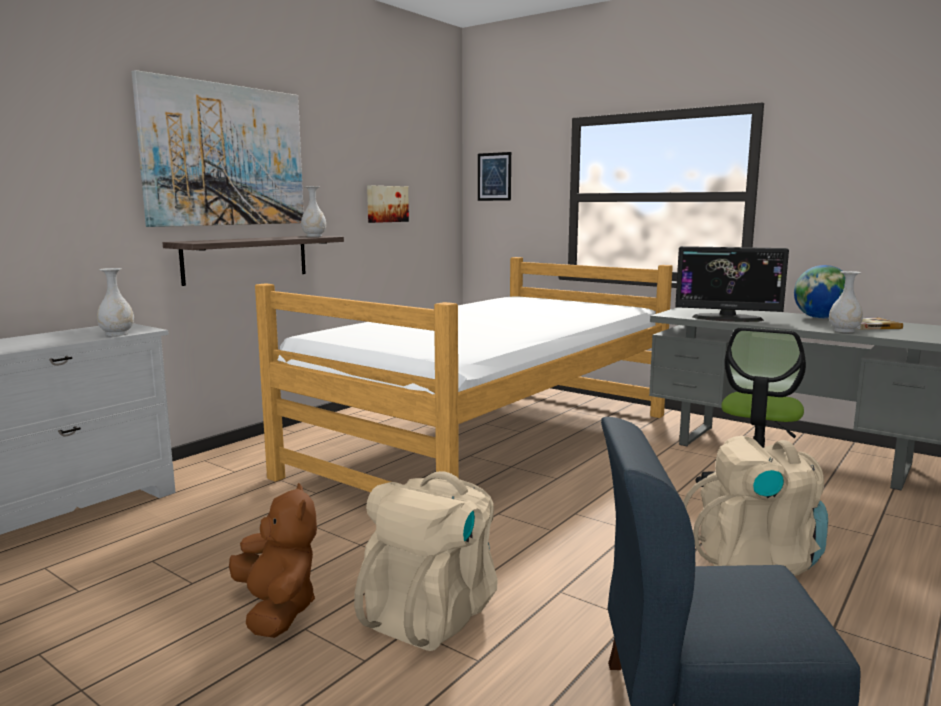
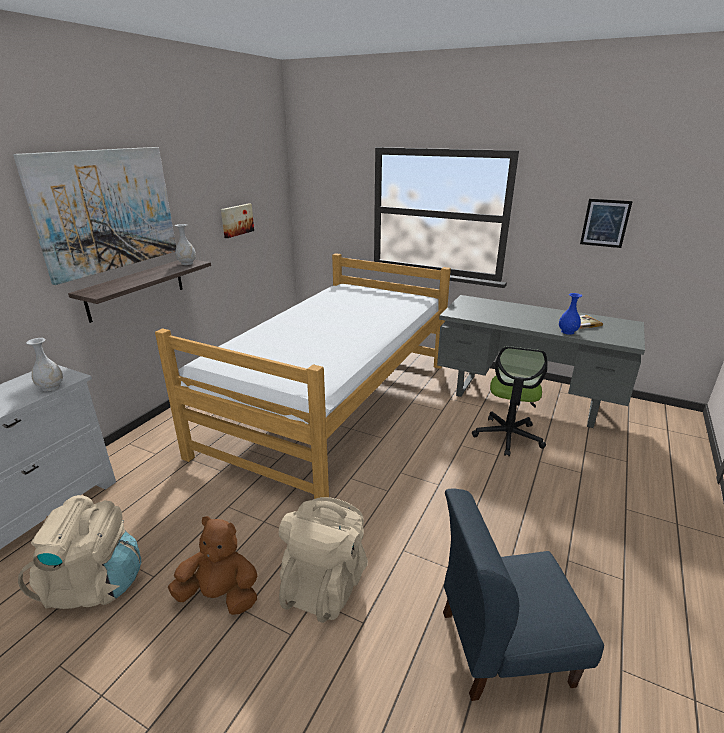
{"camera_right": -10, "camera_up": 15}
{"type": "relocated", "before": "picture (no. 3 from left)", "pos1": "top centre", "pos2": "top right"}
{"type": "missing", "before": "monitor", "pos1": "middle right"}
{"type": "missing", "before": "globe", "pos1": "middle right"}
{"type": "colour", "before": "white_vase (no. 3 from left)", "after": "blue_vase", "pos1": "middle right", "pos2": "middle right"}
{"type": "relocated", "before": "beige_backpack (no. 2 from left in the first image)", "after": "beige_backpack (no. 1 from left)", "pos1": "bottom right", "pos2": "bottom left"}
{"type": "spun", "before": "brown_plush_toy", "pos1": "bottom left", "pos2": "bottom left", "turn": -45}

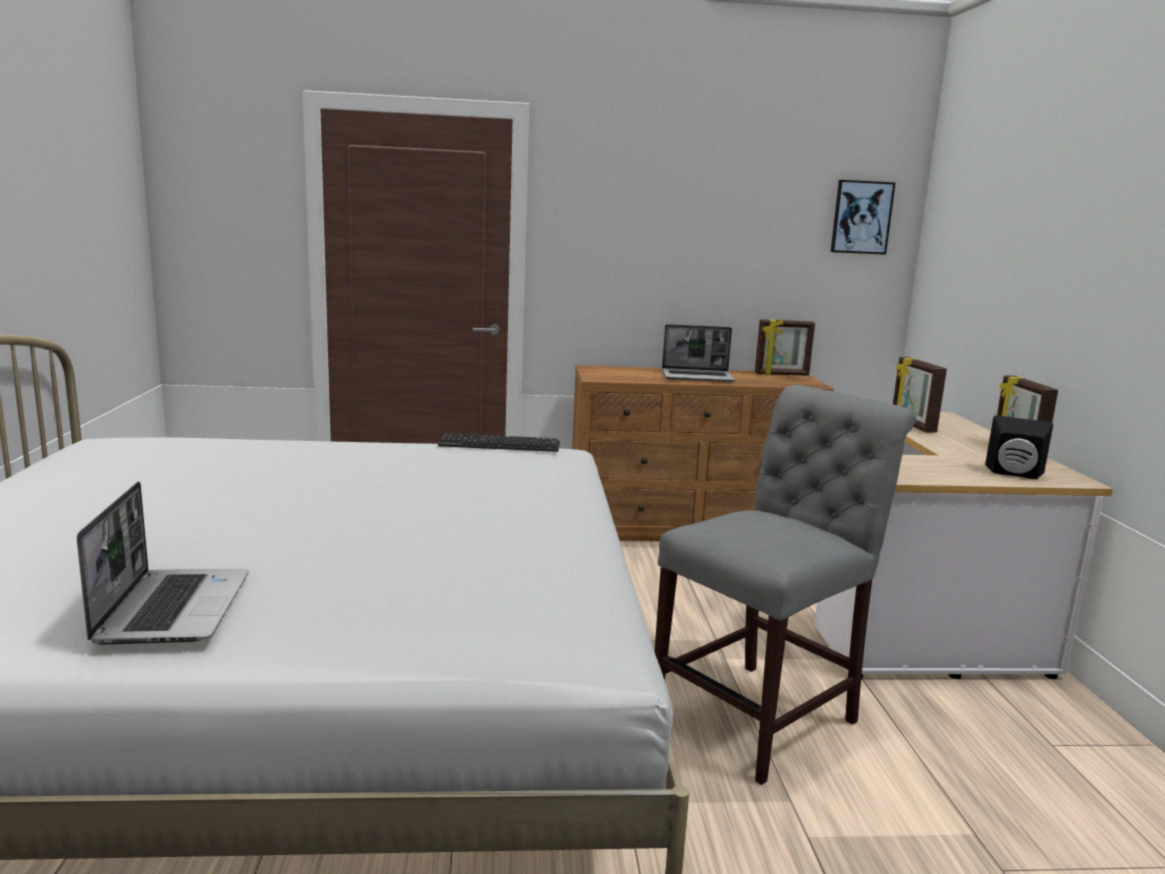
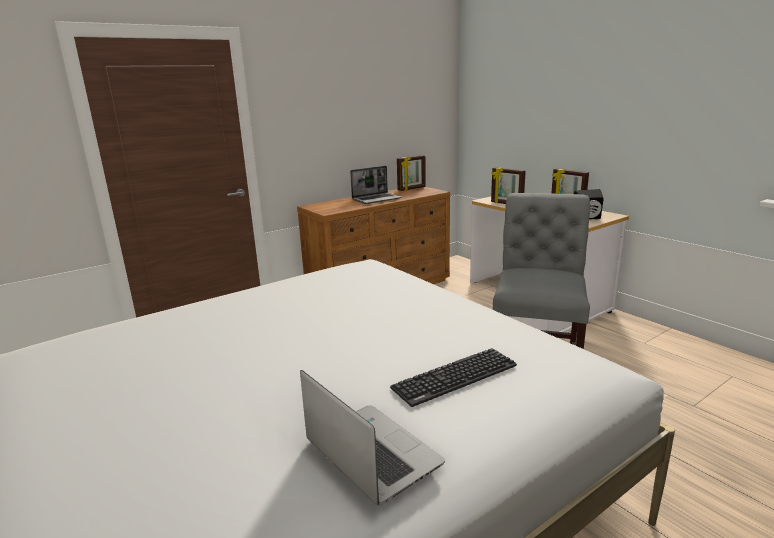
{"camera_right": -30, "camera_up": 5}
{"type": "missing", "before": "picture", "pos1": "top right"}
{"type": "relocated", "before": "keyboard", "pos1": "centre", "pos2": "bottom centre"}

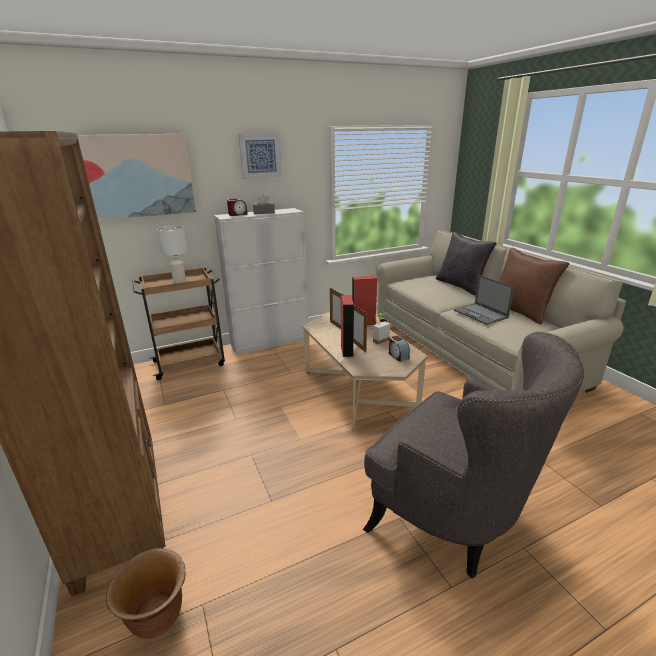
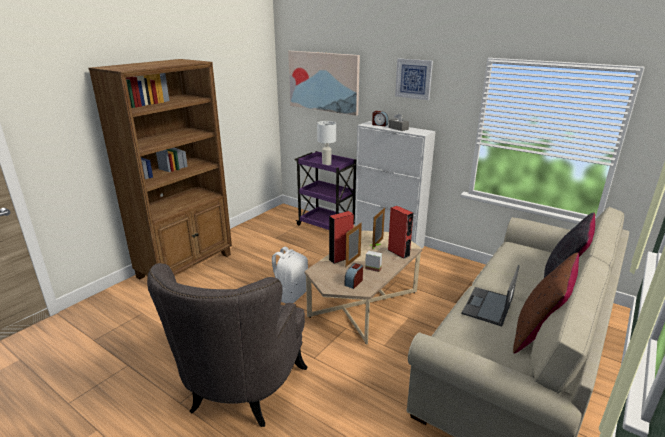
{"camera_right": 60, "camera_up": 0}
{"type": "colour", "before": "brown_cart", "after": "purple_cart", "pos1": "middle left", "pos2": "centre"}
{"type": "missing", "before": "brown_planter", "pos1": "bottom left"}
{"type": "appeared", "after": "white_backpack", "pos2": "centre"}

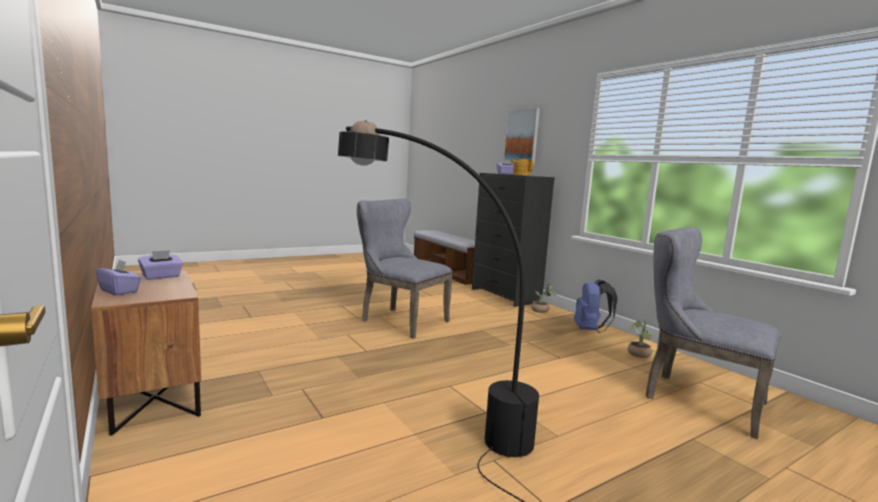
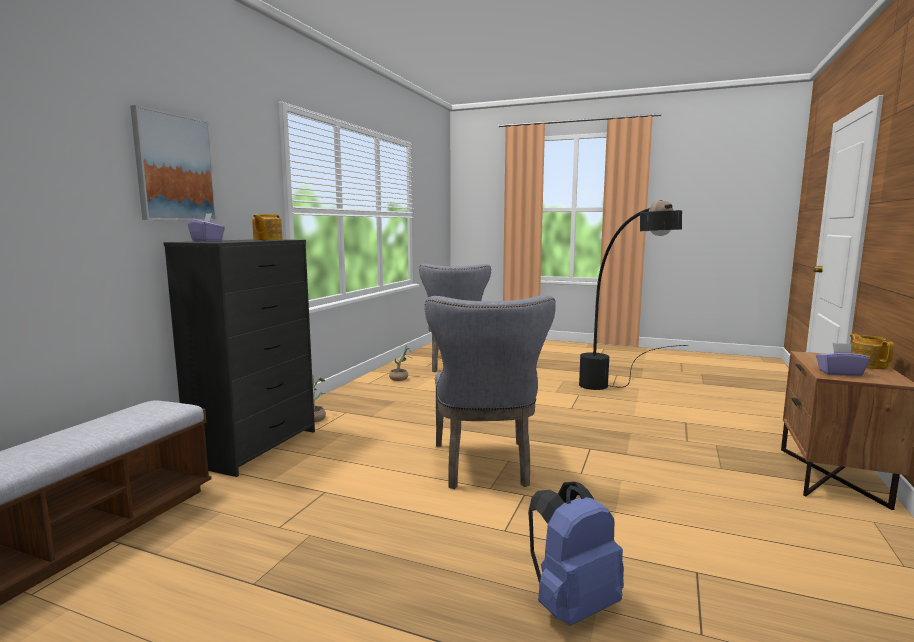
{"camera_right": -125, "camera_up": 0}
{"type": "exchanged", "before": "purple_tissue_box (no. 1 from left)", "after": "teapot (no. 2 from left)", "pos1": "middle left", "pos2": "middle right"}
{"type": "relocated", "before": "blue_backpack", "pos1": "middle right", "pos2": "bottom centre"}

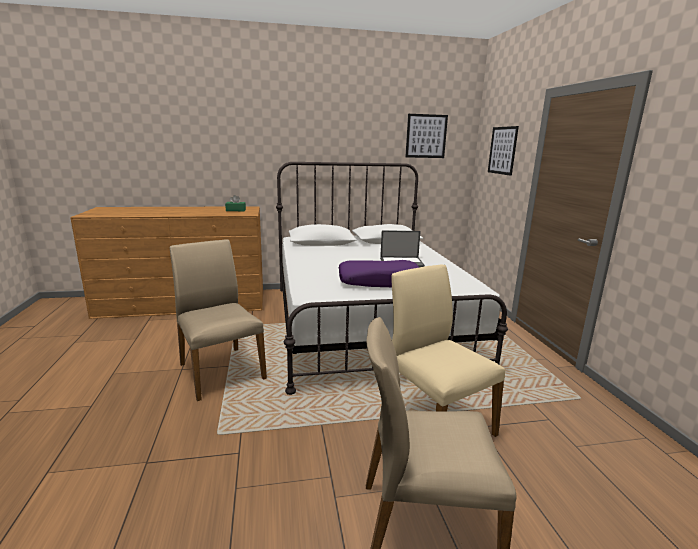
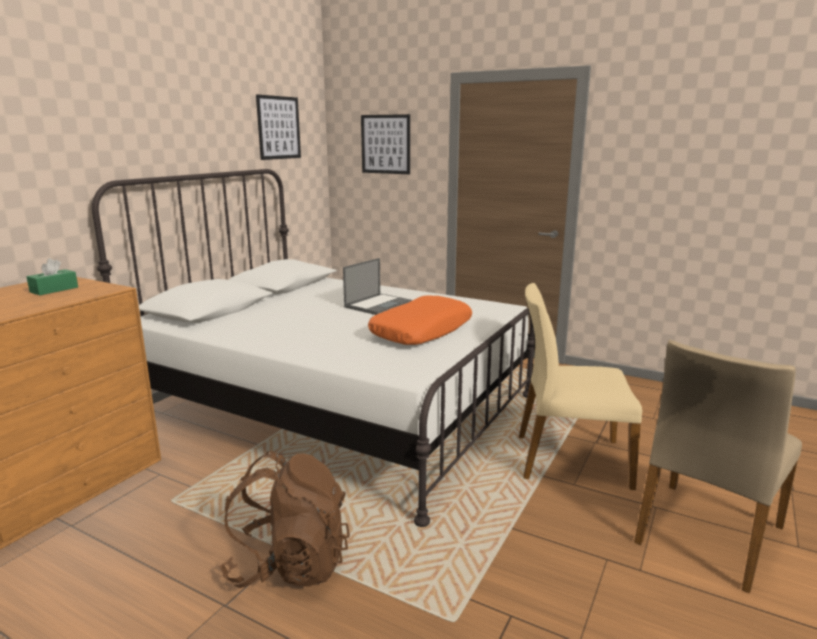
{"camera_right": -50, "camera_up": 0}
{"type": "exchanged", "before": "beige_chair (no. 1 from left)", "after": "brown_backpack", "pos1": "middle left", "pos2": "bottom centre"}
{"type": "colour", "before": "purple_pillow", "after": "orange_pillow", "pos1": "centre", "pos2": "centre"}

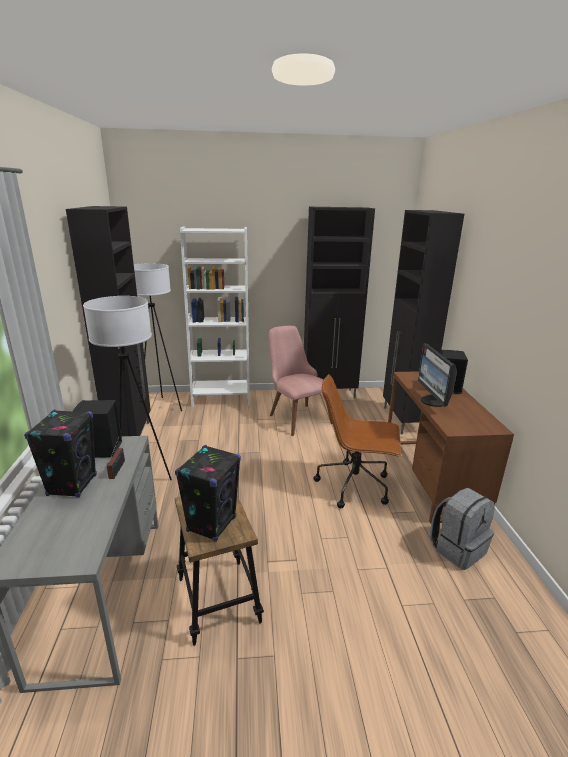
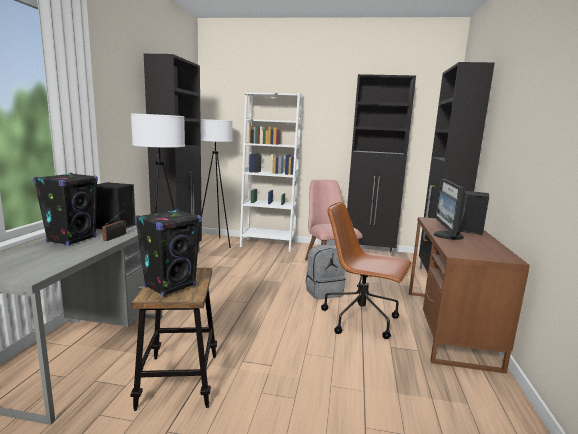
{"camera_right": 15, "camera_up": -10}
{"type": "relocated", "before": "grey_backpack", "pos1": "bottom right", "pos2": "centre"}

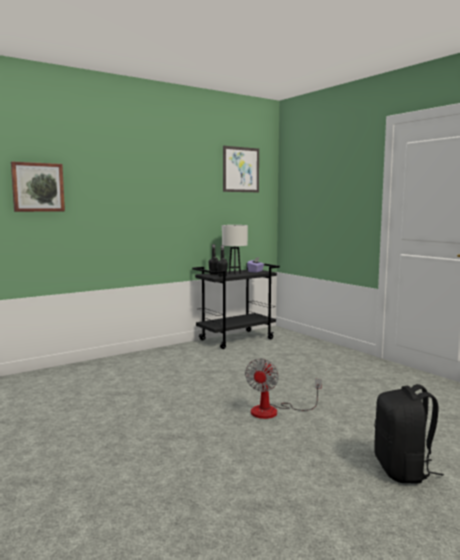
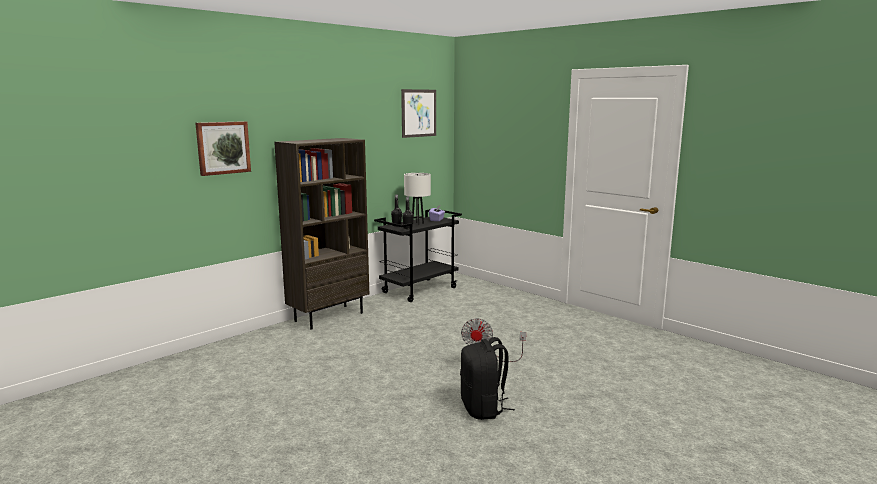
{"camera_right": -10, "camera_up": 5}
{"type": "relocated", "before": "black_backpack", "pos1": "bottom right", "pos2": "bottom centre"}
{"type": "appeared", "after": "brown_bookcase", "pos2": "centre"}

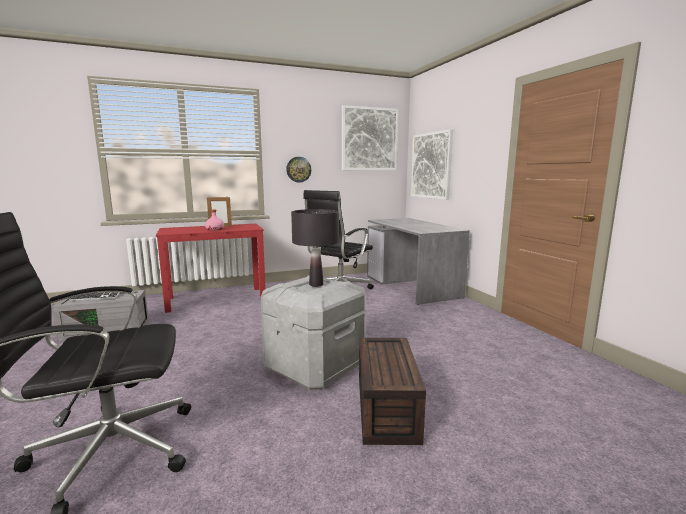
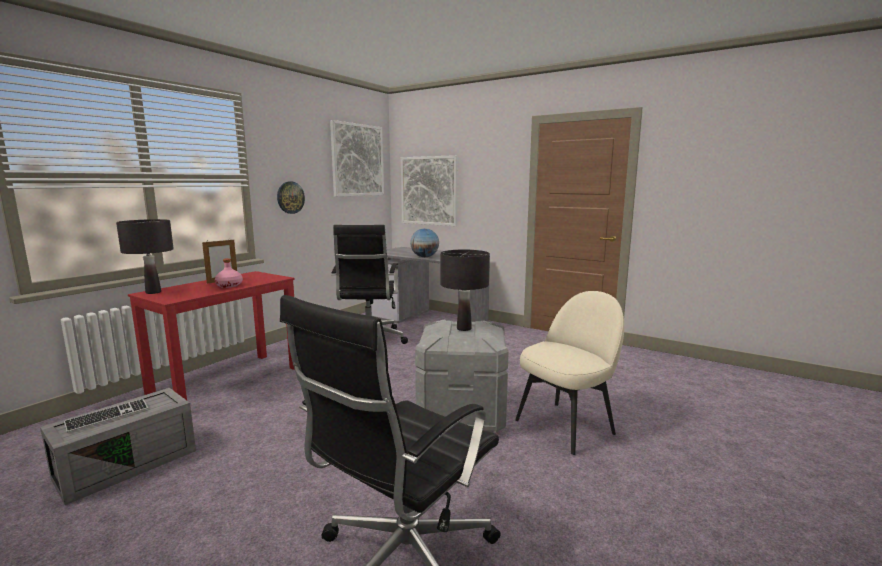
{"camera_right": -35, "camera_up": 0}
{"type": "exchanged", "before": "brown_storage_box", "after": "beige_chair", "pos1": "bottom centre", "pos2": "centre"}
{"type": "appeared", "after": "black_table_lamp (no. 1 from left)", "pos2": "middle left"}
{"type": "appeared", "after": "globe", "pos2": "centre"}

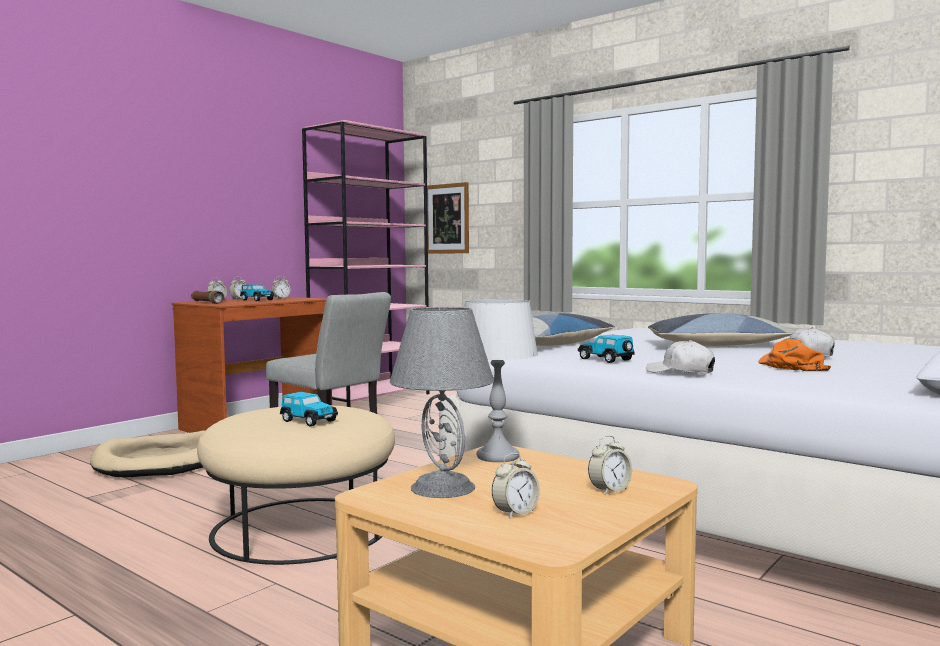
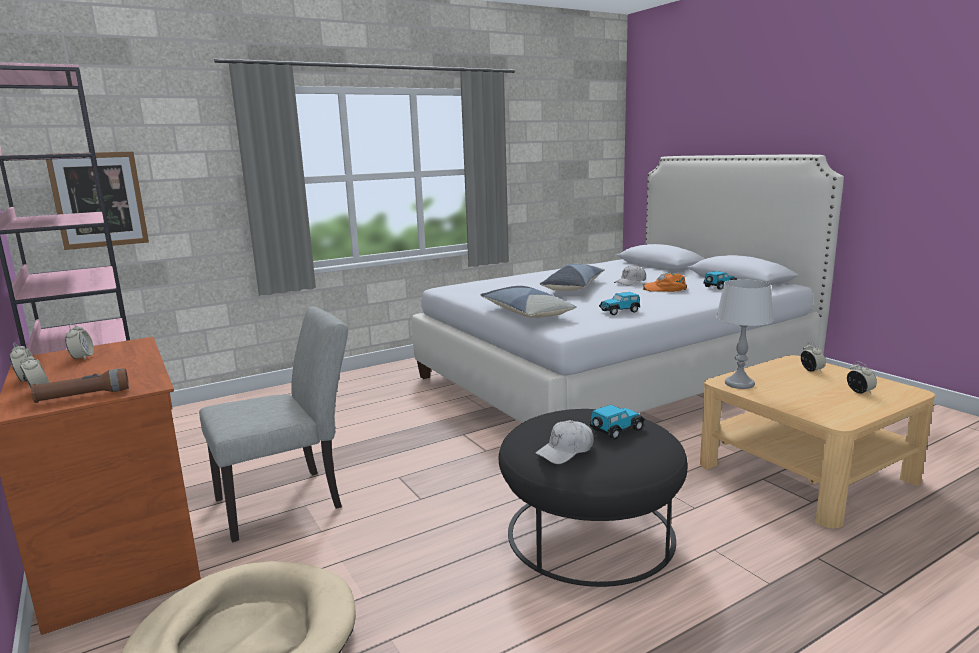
{"camera_right": -70, "camera_up": 10}
{"type": "relocated", "before": "toy_car (no. 1 from left in the first image)", "after": "toy_car (no. 3 from left)", "pos1": "middle left", "pos2": "middle right"}
{"type": "missing", "before": "grey_table_lamp (no. 1 from left)", "pos1": "centre"}
{"type": "relocated", "before": "white_cap (no. 1 from left)", "pos1": "middle right", "pos2": "bottom centre"}
{"type": "colour", "before": "beige_ottoman", "after": "black_ottoman", "pos1": "bottom left", "pos2": "bottom centre"}

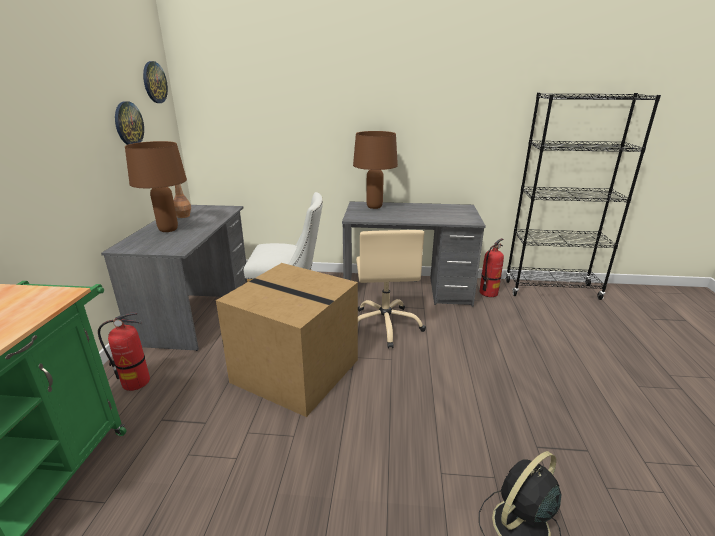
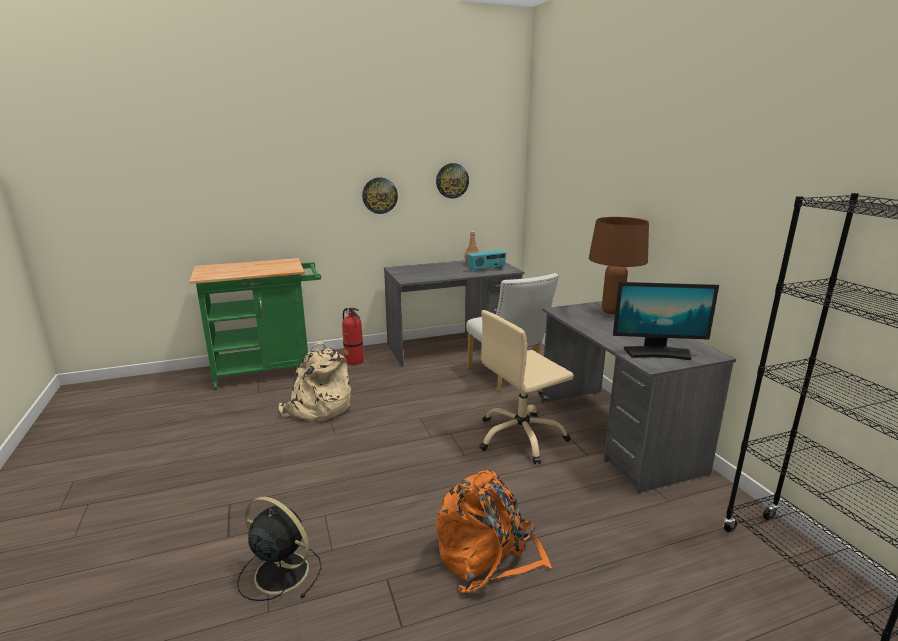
{"camera_right": 65, "camera_up": -5}
{"type": "relocated", "before": "wall_clock (no. 2 from left in the first image)", "after": "wall_clock (no. 1 from left)", "pos1": "top left", "pos2": "top centre"}
{"type": "missing", "before": "brown_table_lamp (no. 1 from left)", "pos1": "middle left"}
{"type": "missing", "before": "fire_extinguisher (no. 2 from left)", "pos1": "middle right"}
{"type": "missing", "before": "cardboard_box", "pos1": "centre"}
{"type": "appeared", "after": "radio", "pos2": "centre"}
{"type": "appeared", "after": "monitor", "pos2": "middle right"}
{"type": "appeared", "after": "beige_backpack", "pos2": "centre"}
{"type": "appeared", "after": "orange_backpack", "pos2": "bottom centre"}

